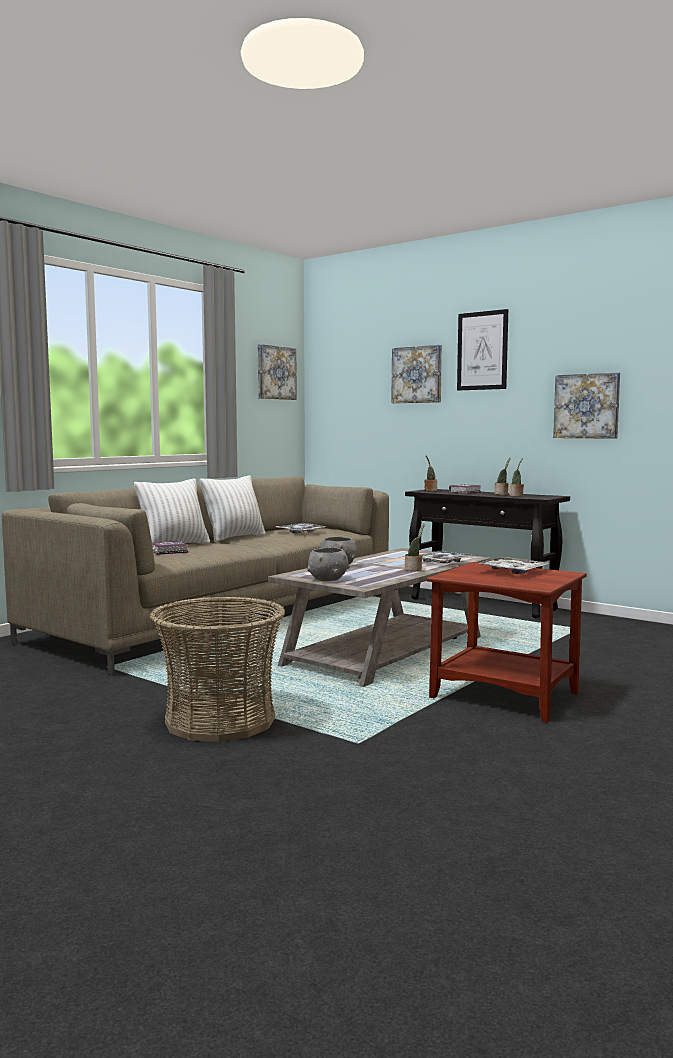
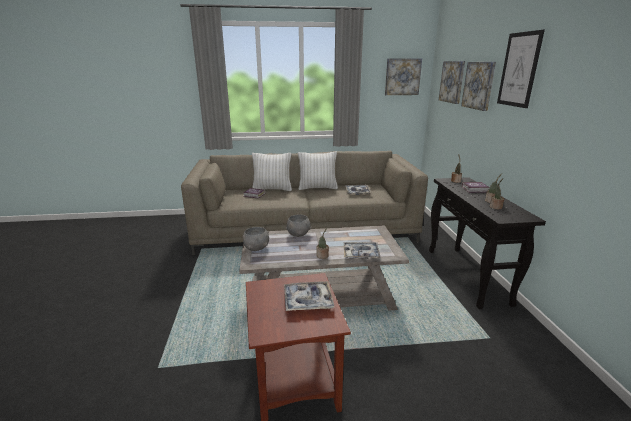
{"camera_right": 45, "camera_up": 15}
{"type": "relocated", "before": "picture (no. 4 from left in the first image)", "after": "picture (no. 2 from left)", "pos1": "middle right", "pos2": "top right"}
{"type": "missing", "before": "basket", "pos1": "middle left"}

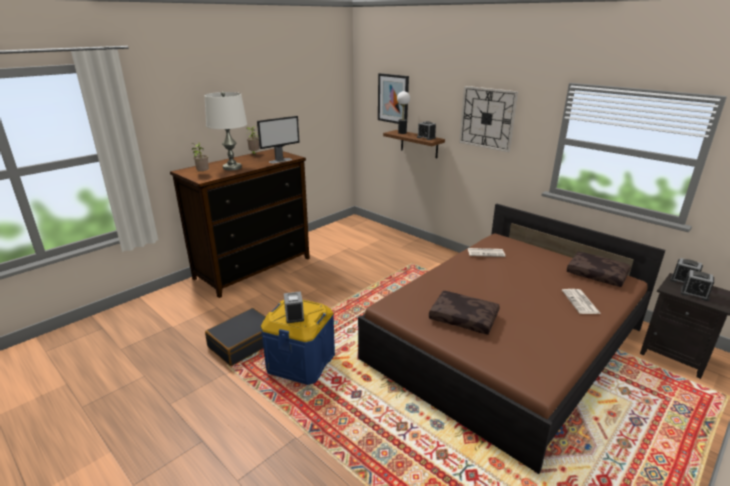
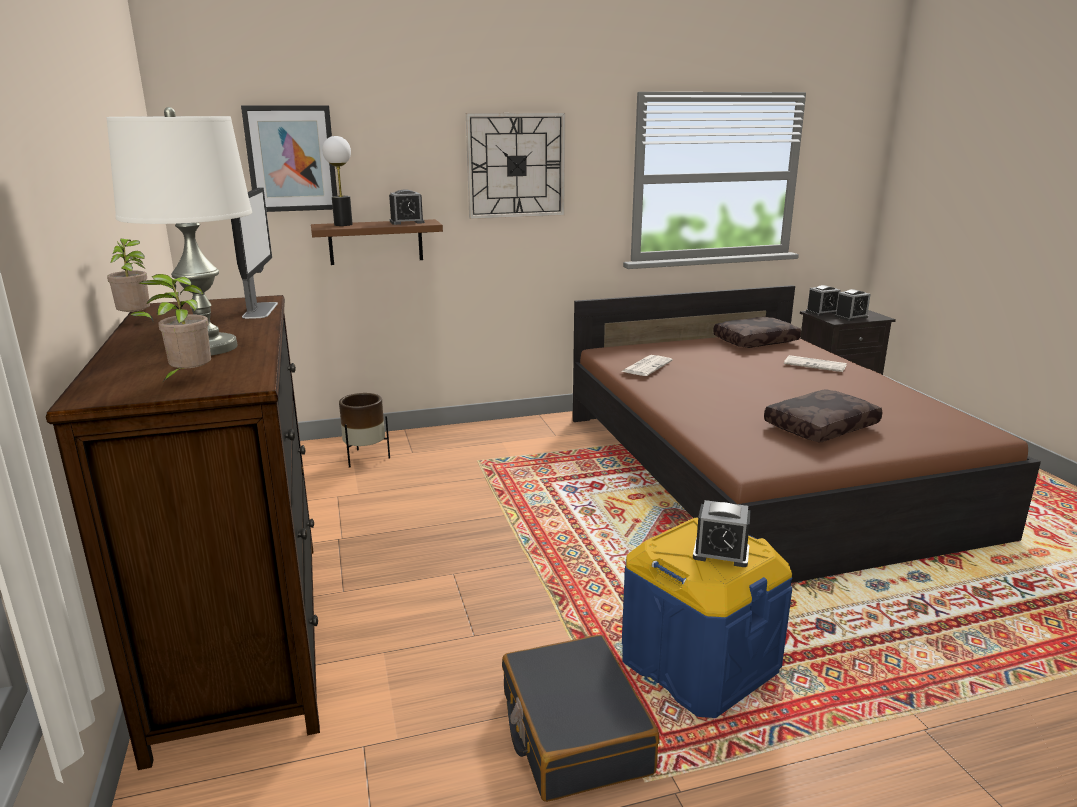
{"camera_right": -60, "camera_up": -5}
{"type": "appeared", "after": "brown_planter", "pos2": "centre"}

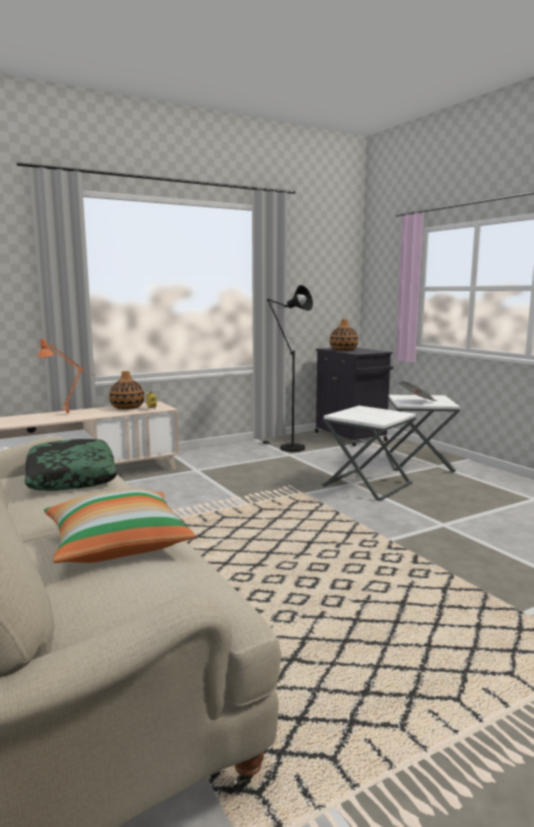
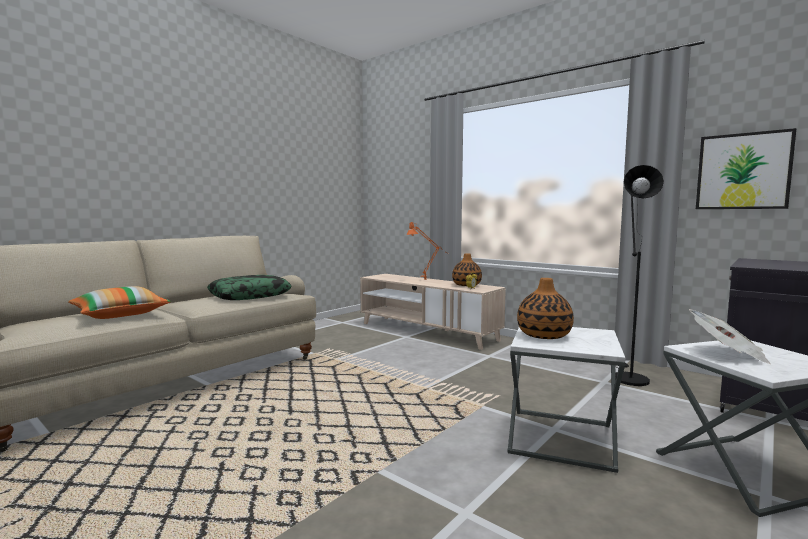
{"camera_right": 70, "camera_up": -5}
{"type": "relocated", "before": "vase (no. 2 from left)", "pos1": "centre", "pos2": "middle right"}
{"type": "appeared", "after": "picture", "pos2": "top right"}

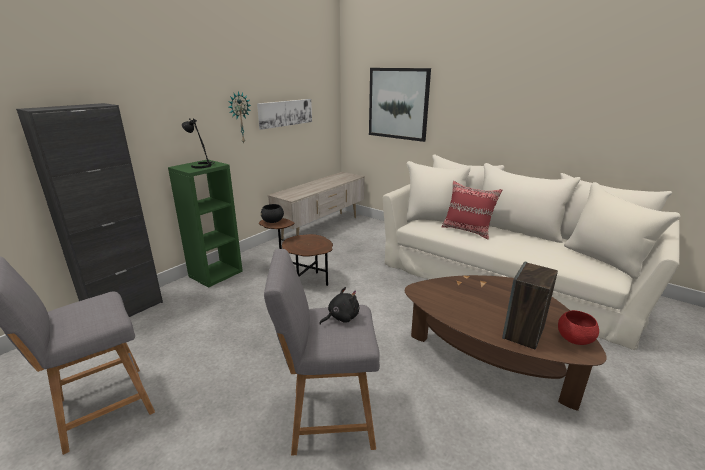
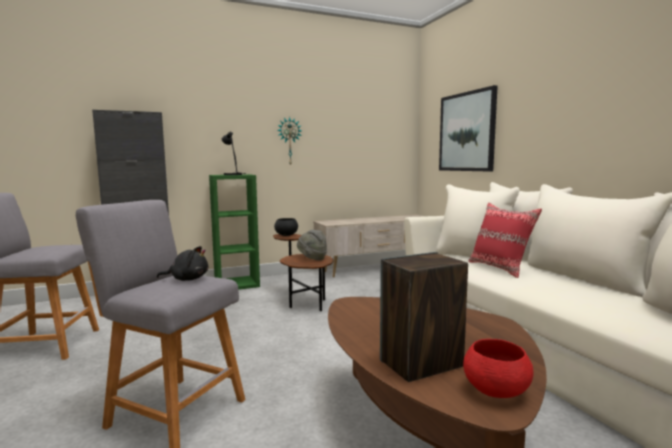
{"camera_right": 30, "camera_up": -15}
{"type": "missing", "before": "picture (no. 1 from left)", "pos1": "top centre"}
{"type": "appeared", "after": "grey_hat", "pos2": "centre"}

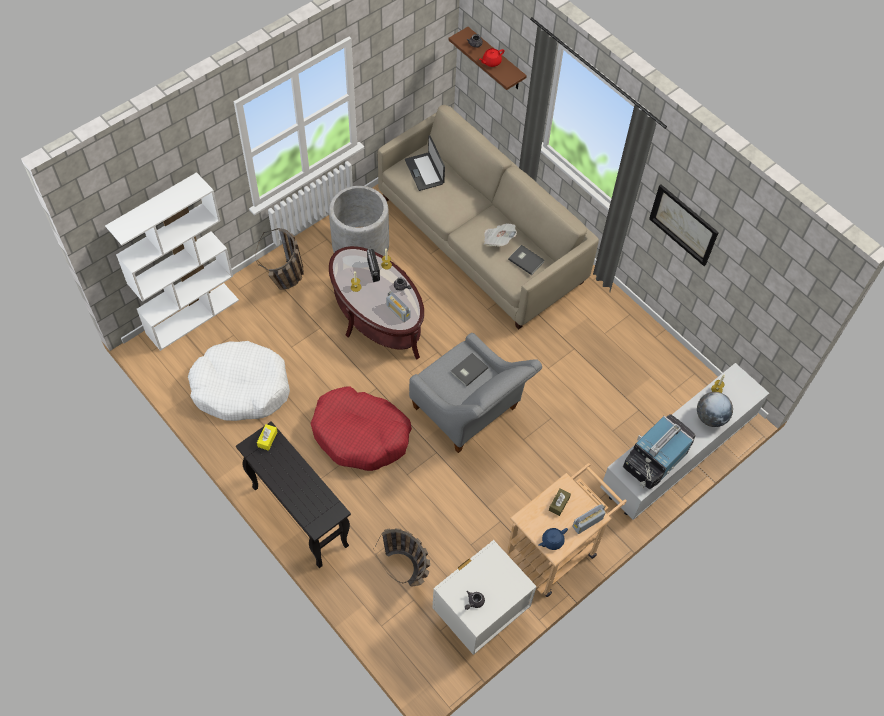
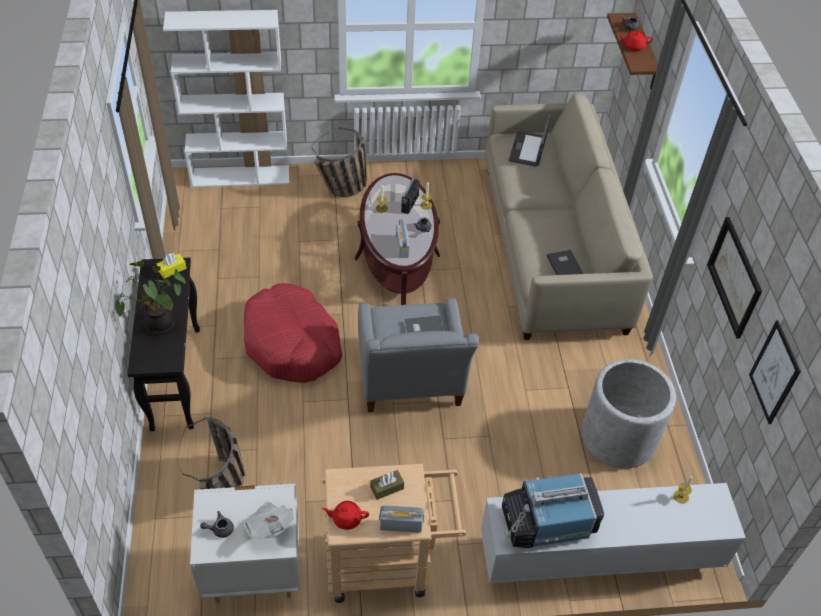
{"camera_right": 35, "camera_up": -10}
{"type": "relocated", "before": "grey_planter", "pos1": "top centre", "pos2": "bottom right"}
{"type": "relocated", "before": "newspaper", "pos1": "top centre", "pos2": "bottom left"}
{"type": "missing", "before": "white_dog_bed", "pos1": "middle left"}
{"type": "missing", "before": "globe", "pos1": "middle right"}
{"type": "colour", "before": "blue_teapot", "after": "red_teapot (no. 1 from left)", "pos1": "bottom centre", "pos2": "bottom centre"}
{"type": "appeared", "after": "potted_plant", "pos2": "middle left"}
{"type": "appeared", "after": "picture (no. 2 from left)", "pos2": "middle right"}

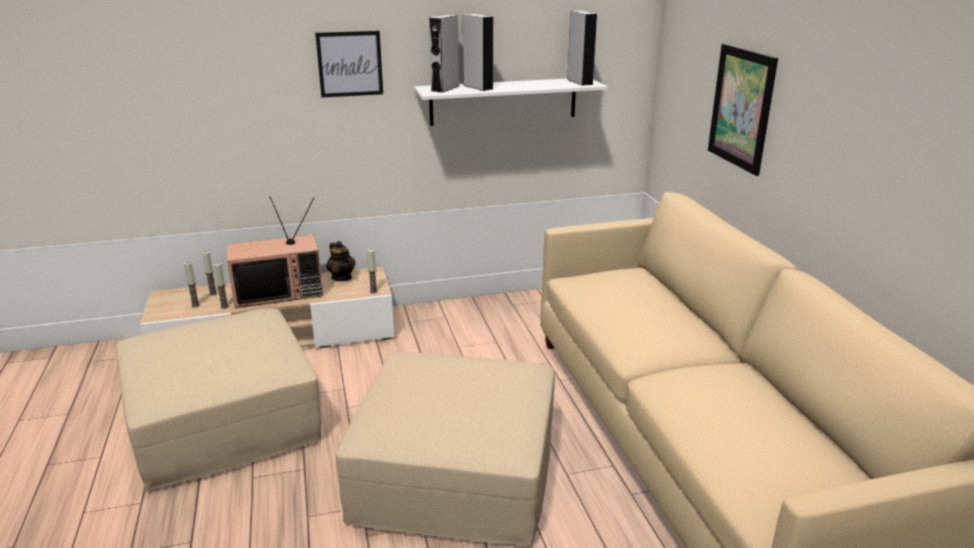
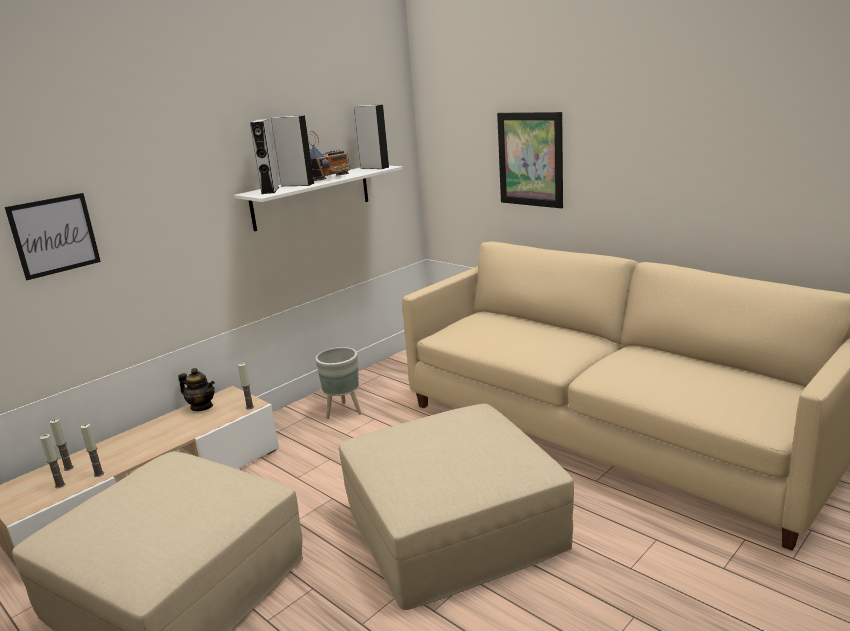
{"camera_right": -30, "camera_up": -5}
{"type": "relocated", "before": "picture (no. 1 from left)", "pos1": "top centre", "pos2": "middle left"}
{"type": "missing", "before": "television", "pos1": "middle left"}
{"type": "appeared", "after": "radio", "pos2": "top centre"}
{"type": "appeared", "after": "grey_planter", "pos2": "centre"}

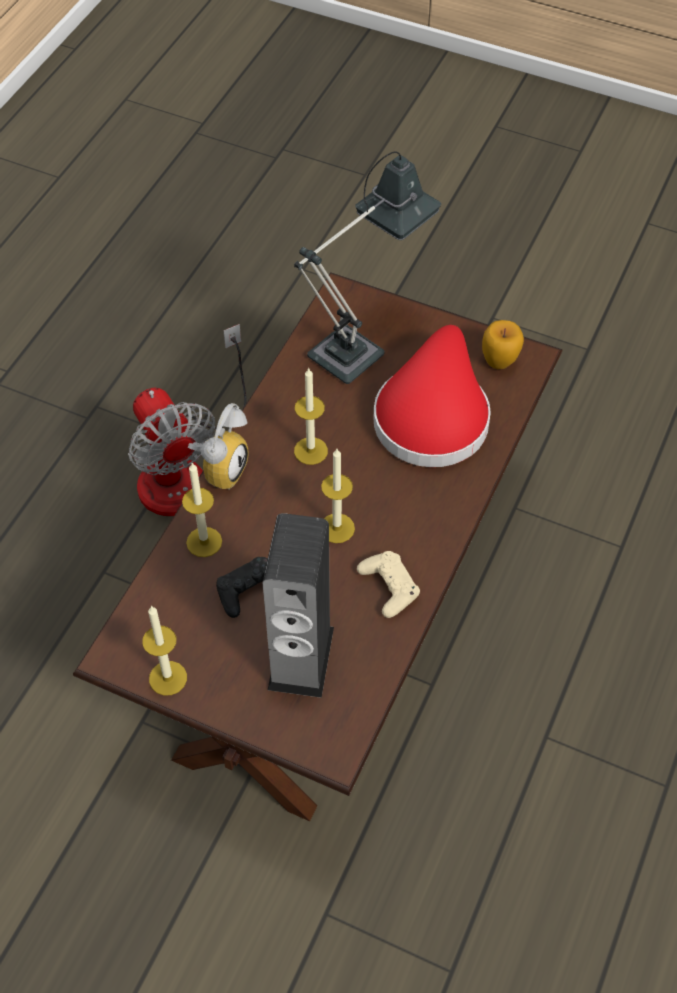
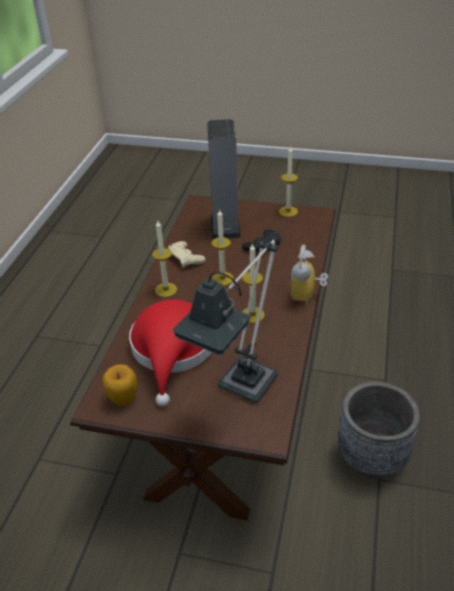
{"camera_right": 170, "camera_up": -15}
{"type": "exchanged", "before": "fan", "after": "grey_planter", "pos1": "middle left", "pos2": "bottom right"}
{"type": "relocated", "before": "candle (no. 2 from left in the first image)", "after": "candle (no. 1 from left)", "pos1": "middle left", "pos2": "centre"}

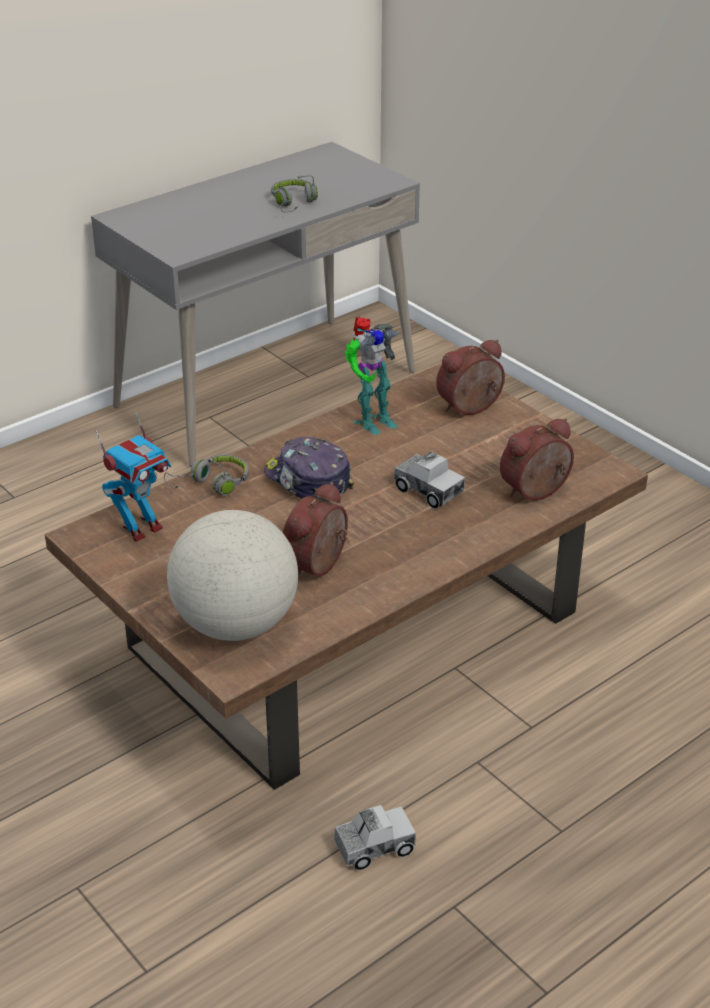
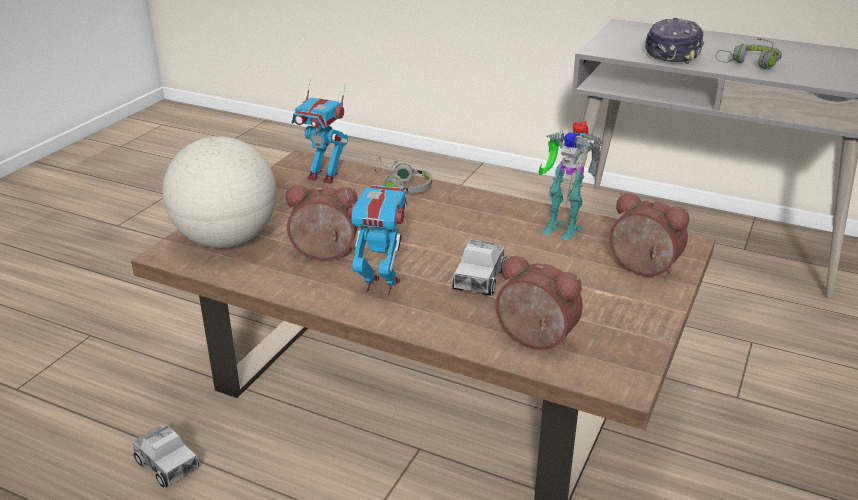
{"camera_right": 65, "camera_up": -5}
{"type": "relocated", "before": "cap", "pos1": "centre", "pos2": "top right"}
{"type": "appeared", "after": "toy_robot (no. 2 from left)", "pos2": "centre"}

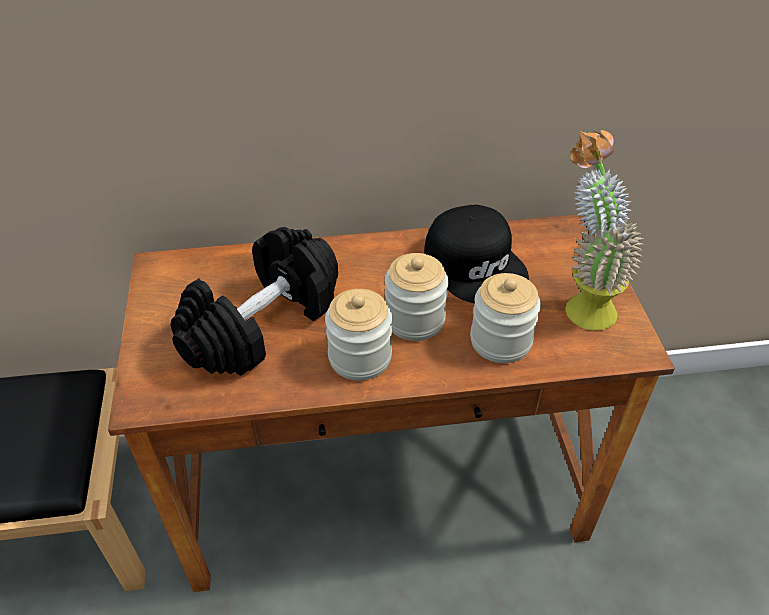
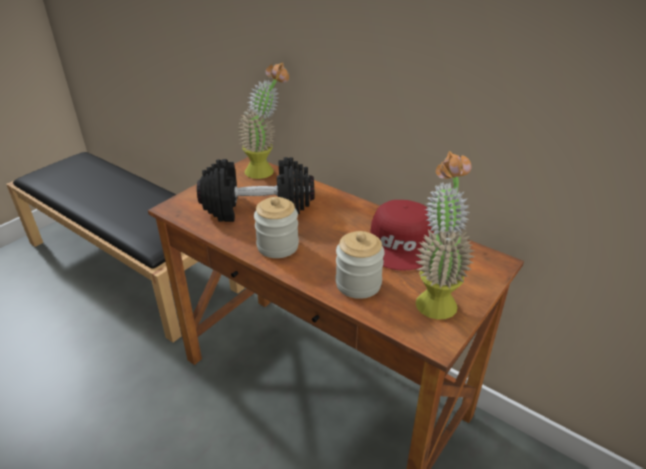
{"camera_right": 45, "camera_up": -10}
{"type": "colour", "before": "black_cap", "after": "red_cap", "pos1": "centre", "pos2": "centre"}
{"type": "missing", "before": "jar (no. 2 from left)", "pos1": "centre"}
{"type": "appeared", "after": "potted_plant (no. 1 from left)", "pos2": "top centre"}

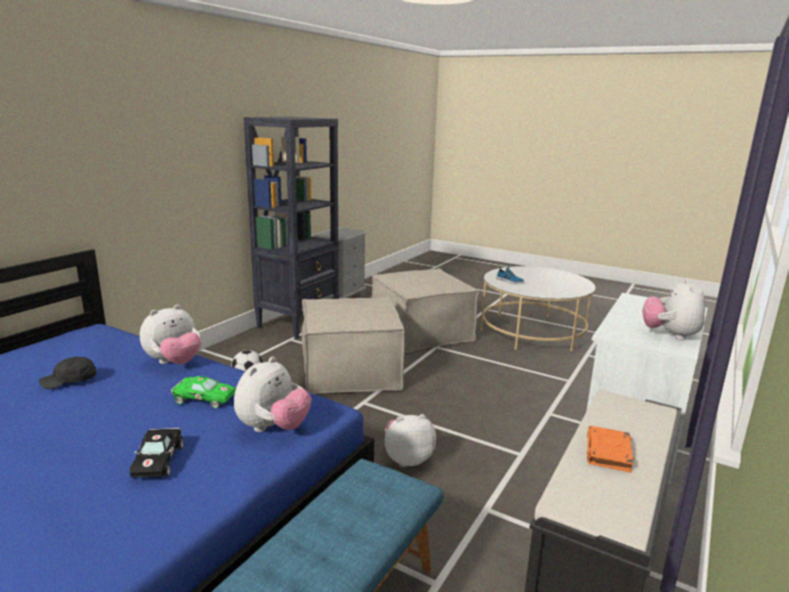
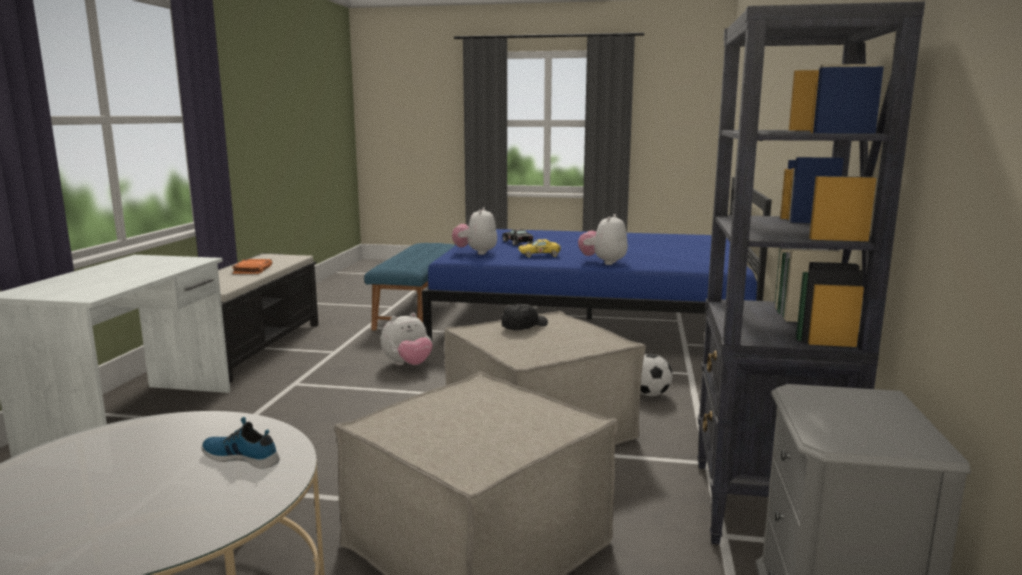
{"camera_right": 160, "camera_up": -5}
{"type": "missing", "before": "plush_toy (no. 4 from left)", "pos1": "middle right"}
{"type": "relocated", "before": "black_cap", "pos1": "middle left", "pos2": "centre"}
{"type": "colour", "before": "green_toy_car", "after": "yellow_toy_car", "pos1": "middle left", "pos2": "centre"}

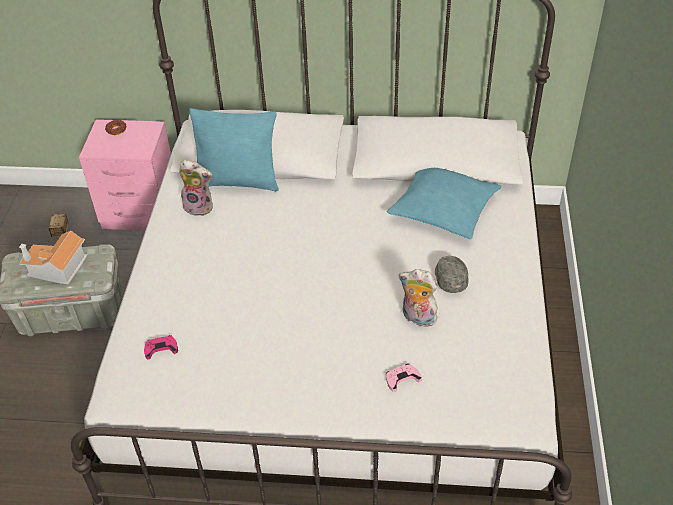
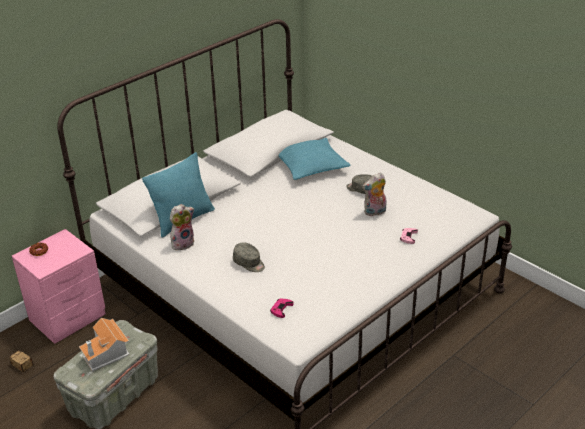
{"camera_right": -50, "camera_up": -10}
{"type": "appeared", "after": "grey_cap (no. 1 from left)", "pos2": "centre"}

